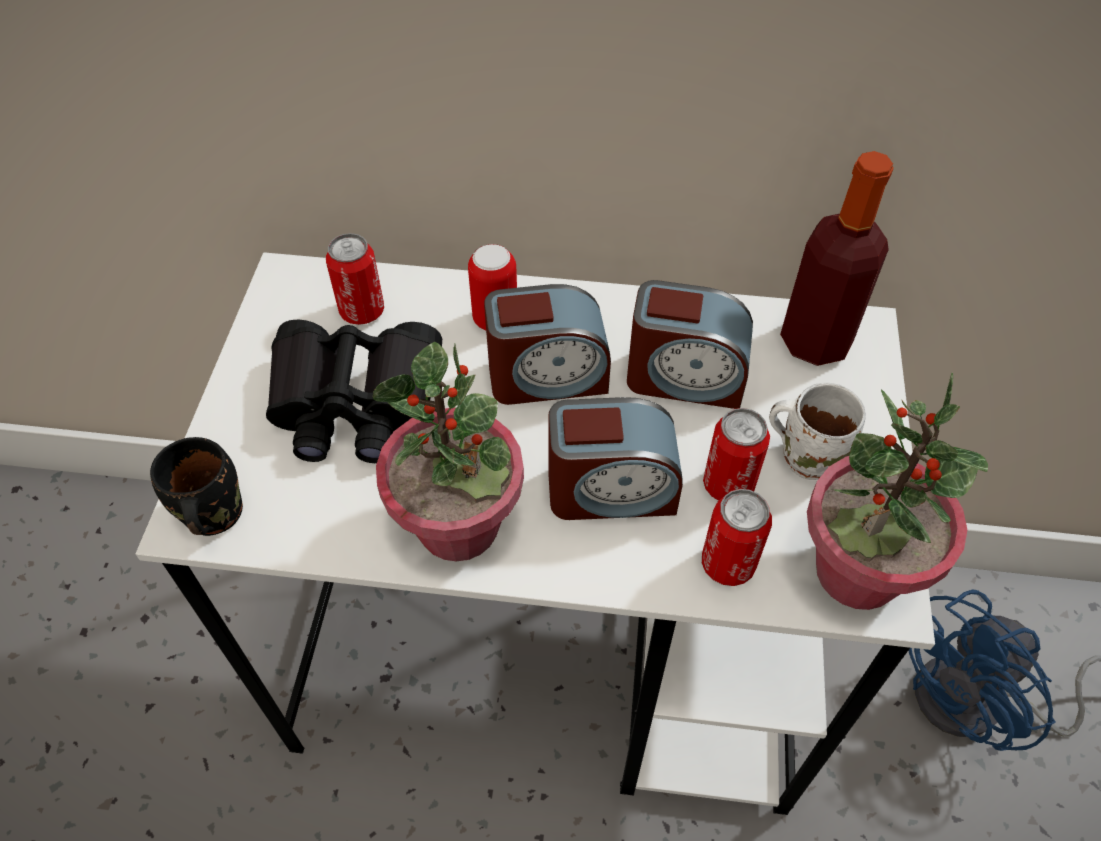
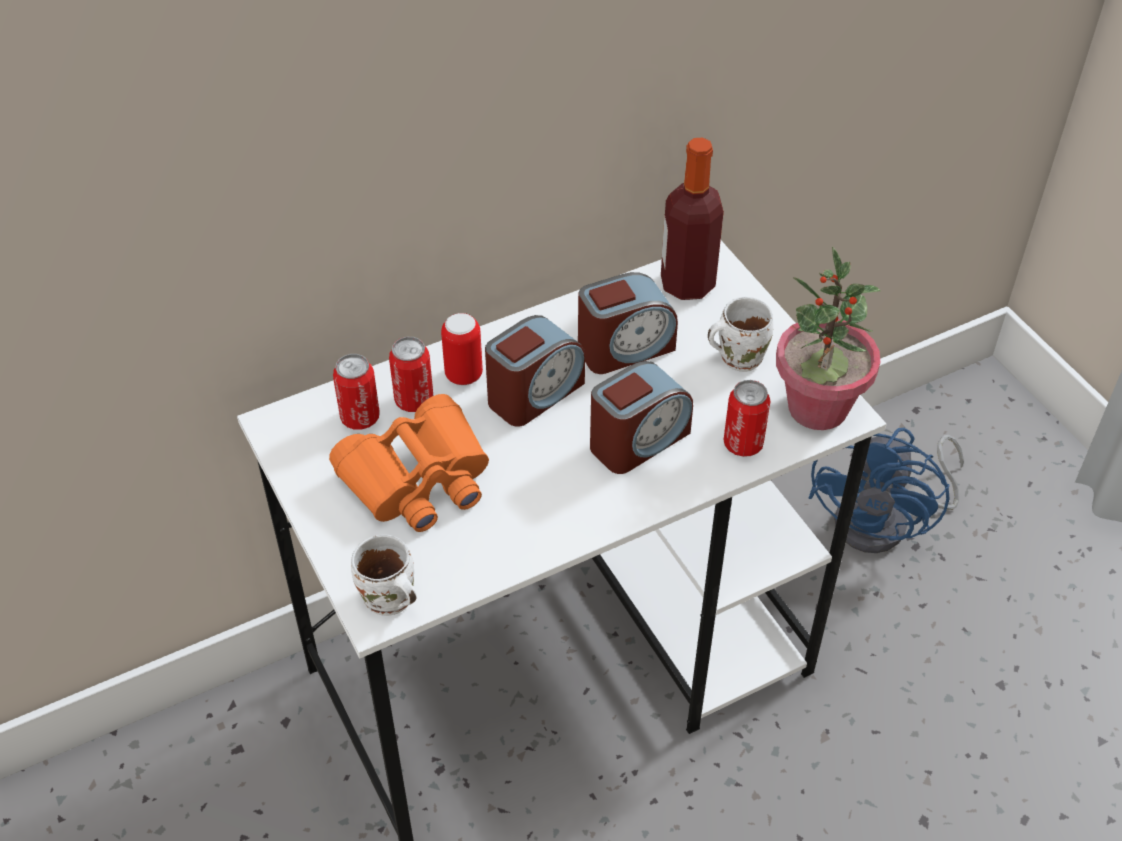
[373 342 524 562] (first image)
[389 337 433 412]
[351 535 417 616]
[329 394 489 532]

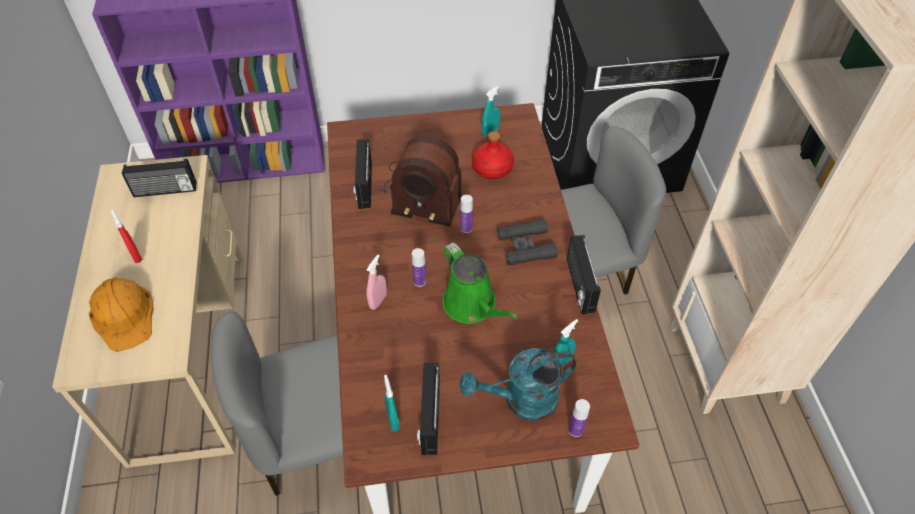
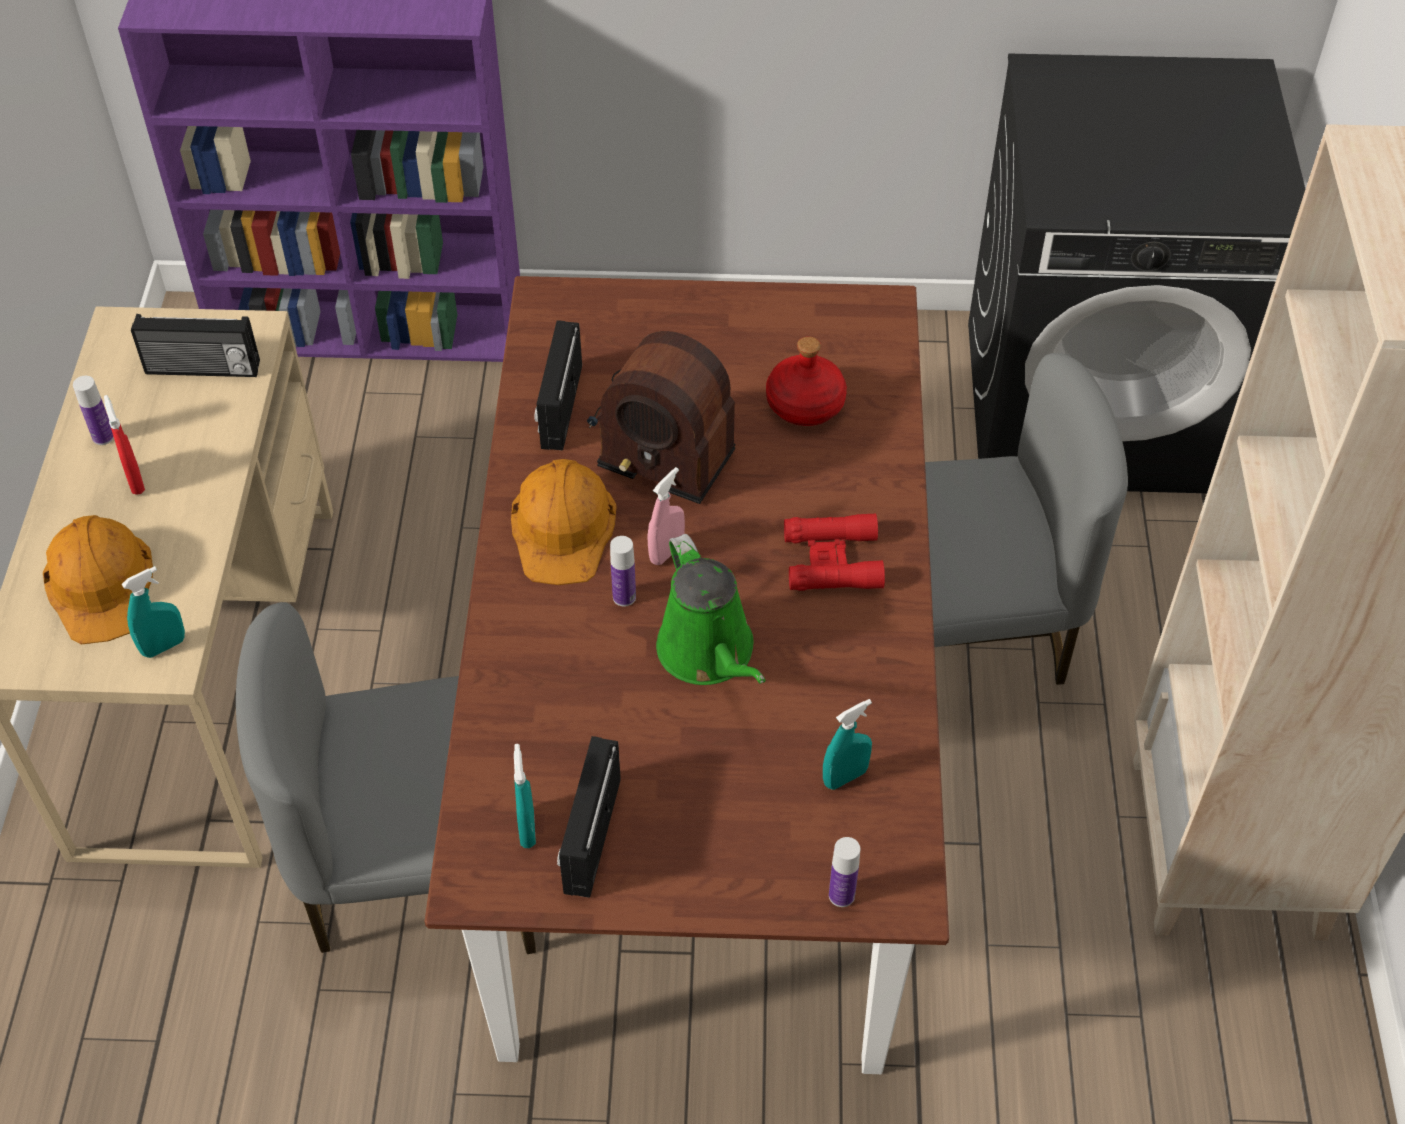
[460 348 577 421] (first image)
[567 235 601 314] (first image)
[511 459 616 585]
[648 467 685 565]
[73 376 114 445]
[122 566 185 658]
[784 513 885 591]

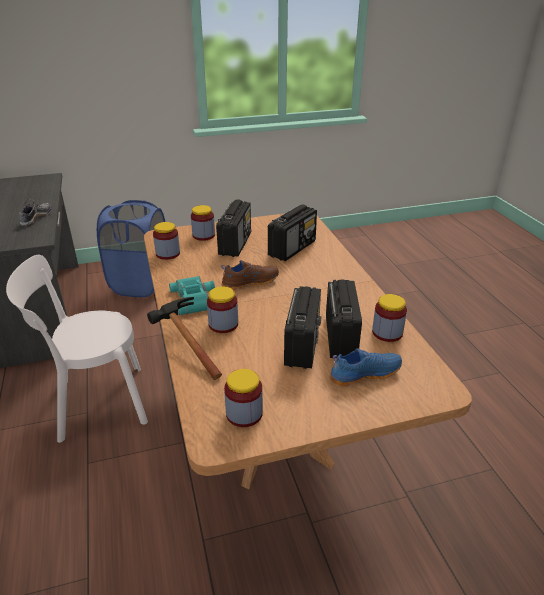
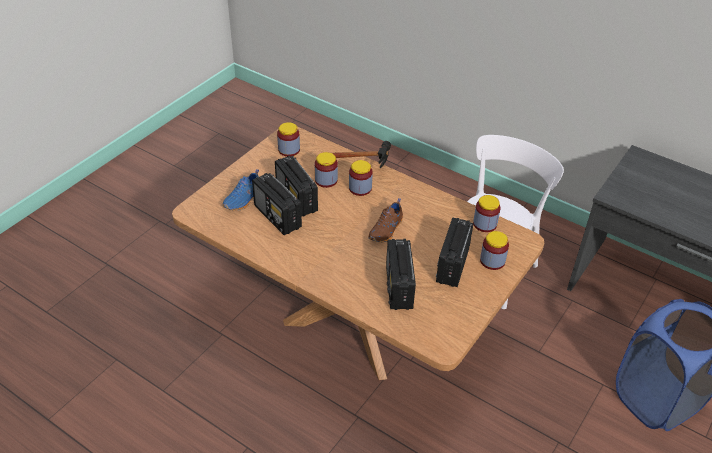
[19 199 52 226] (first image)
[169 276 215 315] (first image)
[315 152 338 188]
[436 217 474 287]

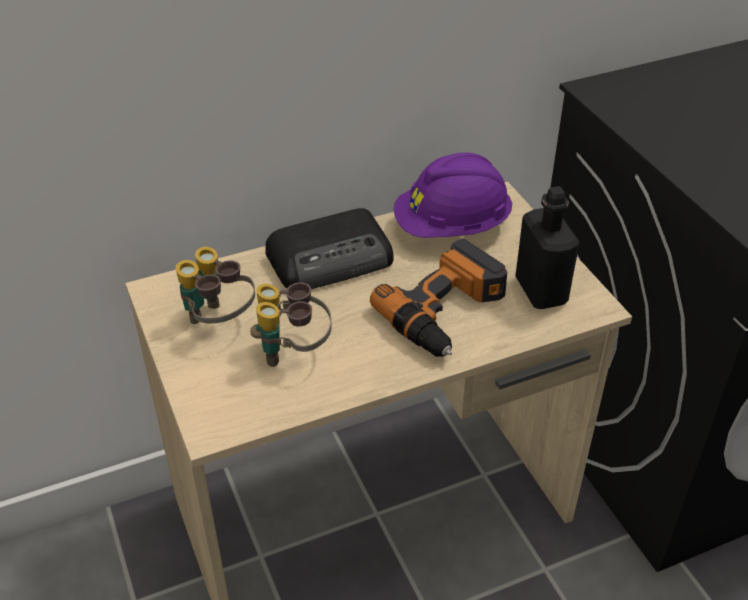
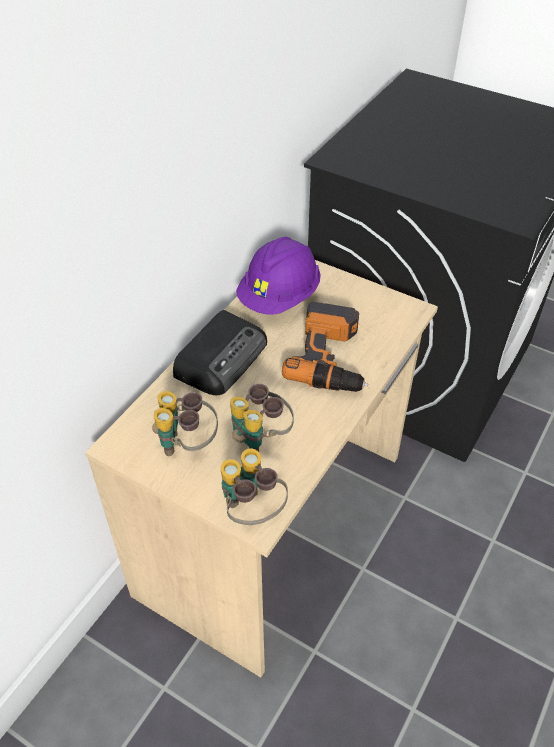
[515 186 580 309] (first image)
[220 449 288 525]

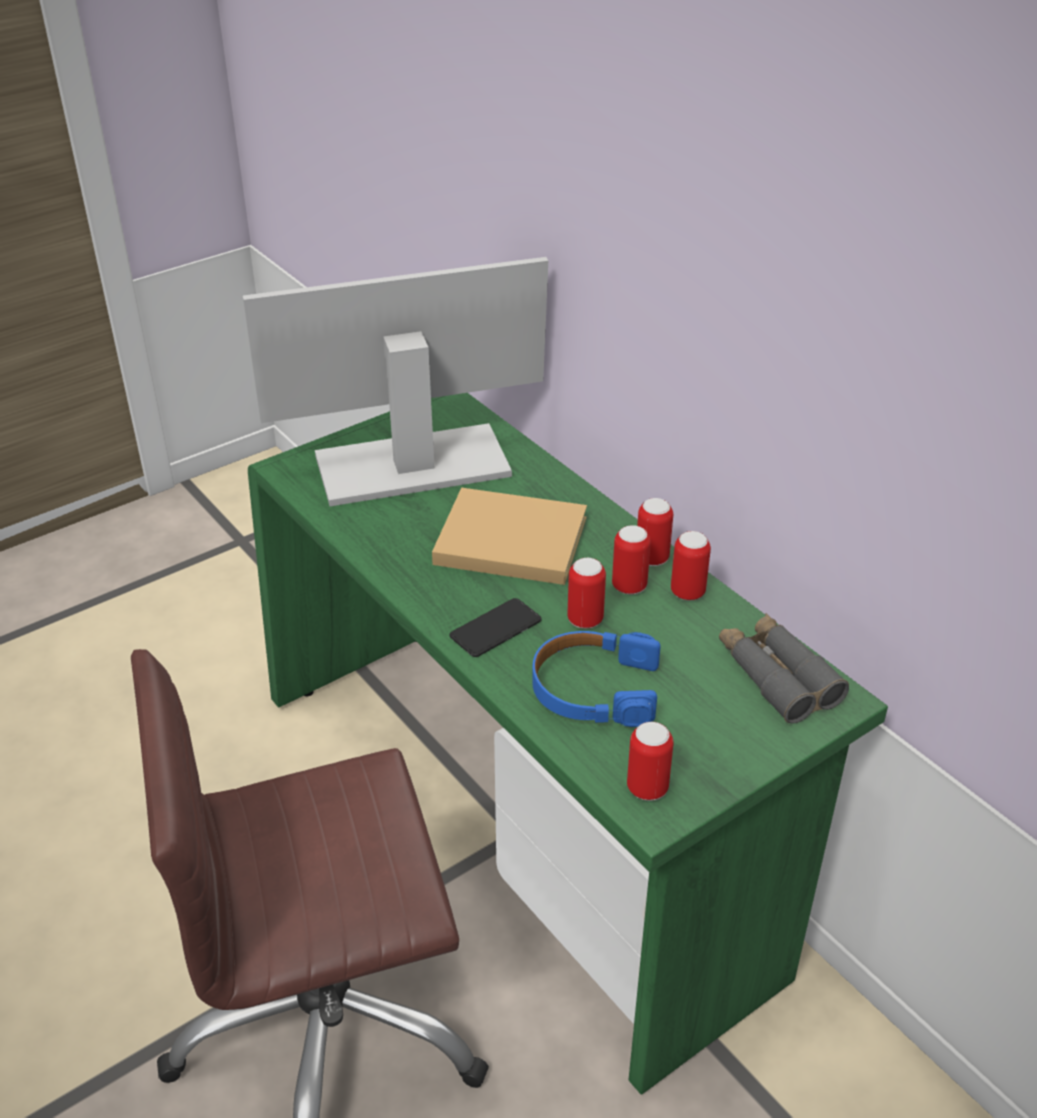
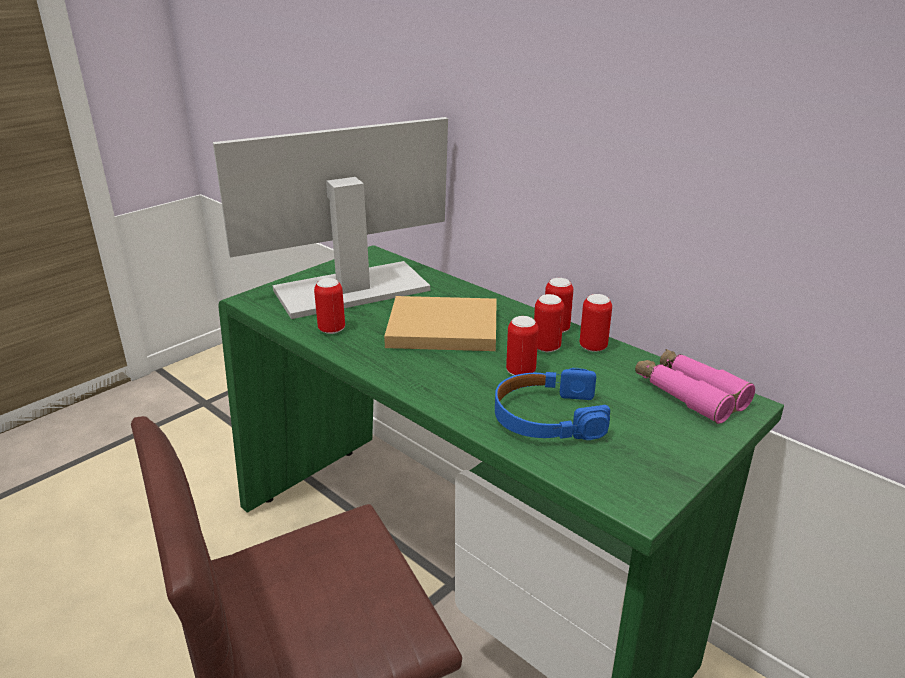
[449 598 542 657] (first image)
[314 278 345 334]
[635 349 755 424]

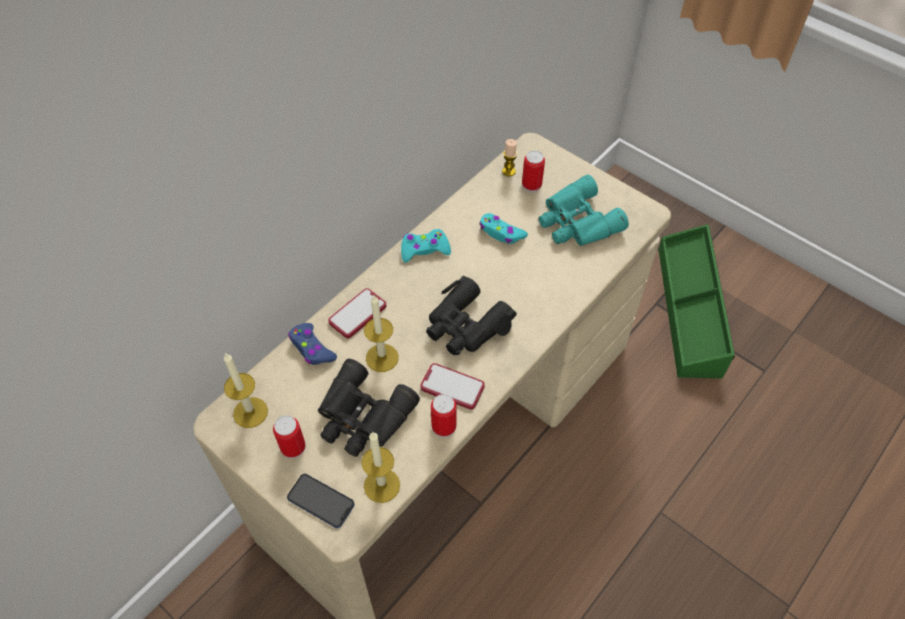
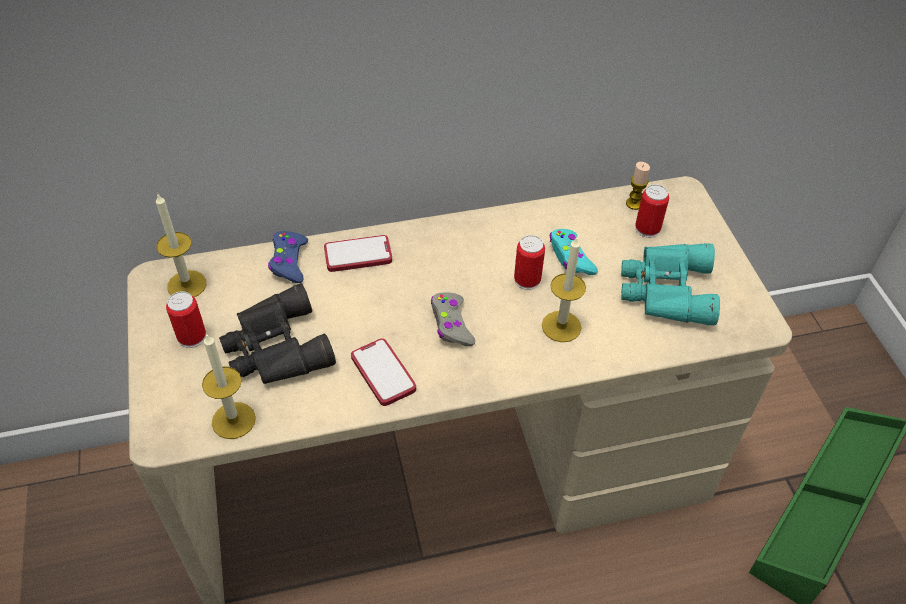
[287 474 354 528] (first image)
[401 229 451 263] (first image)
[542 237 586 342]
[514 235 545 290]
[431 292 475 346]

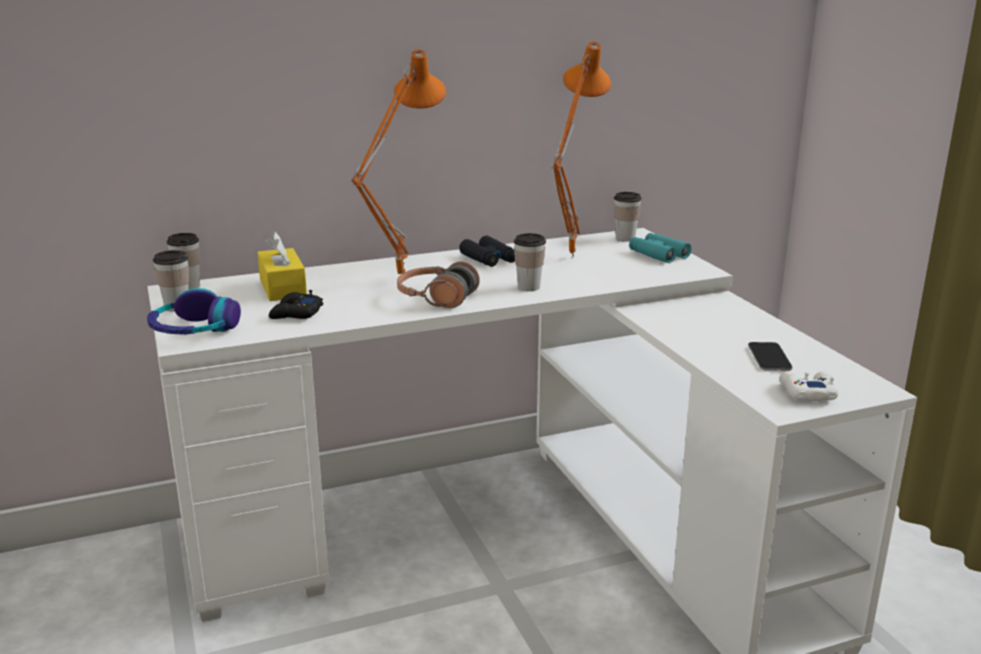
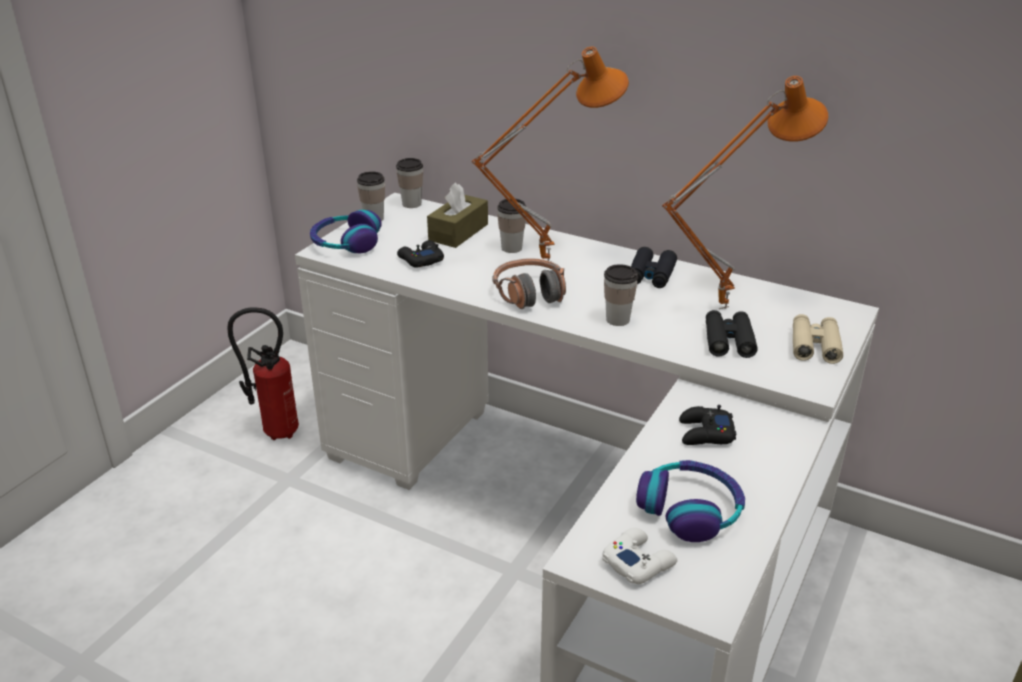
[227 307 299 440]
[679 405 736 445]
[706 310 758 358]
[497 198 526 253]
[636 460 745 542]
[427 182 488 248]
[793 314 843 364]

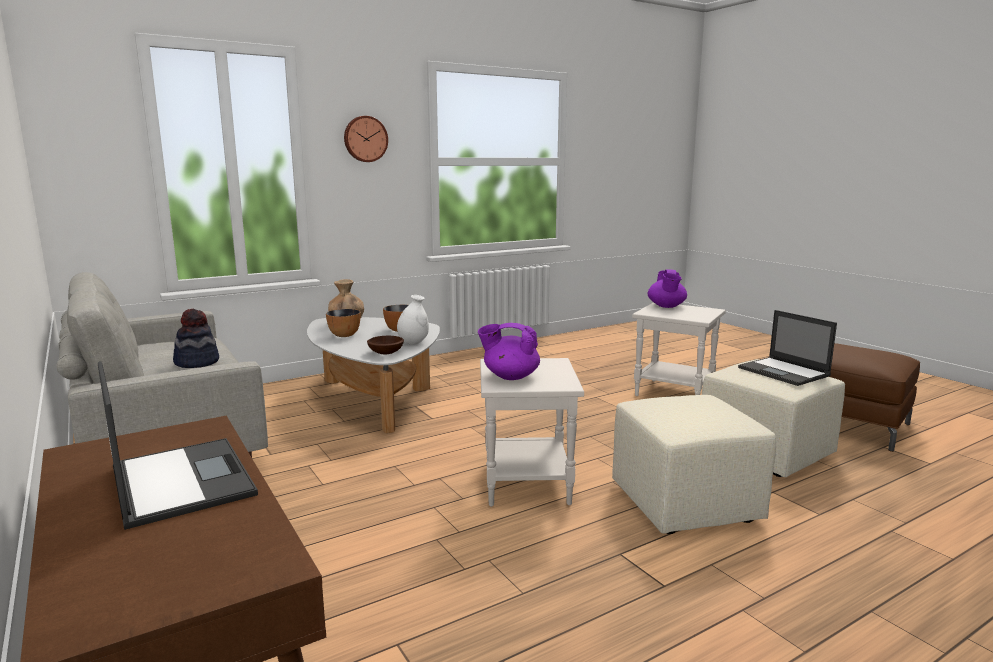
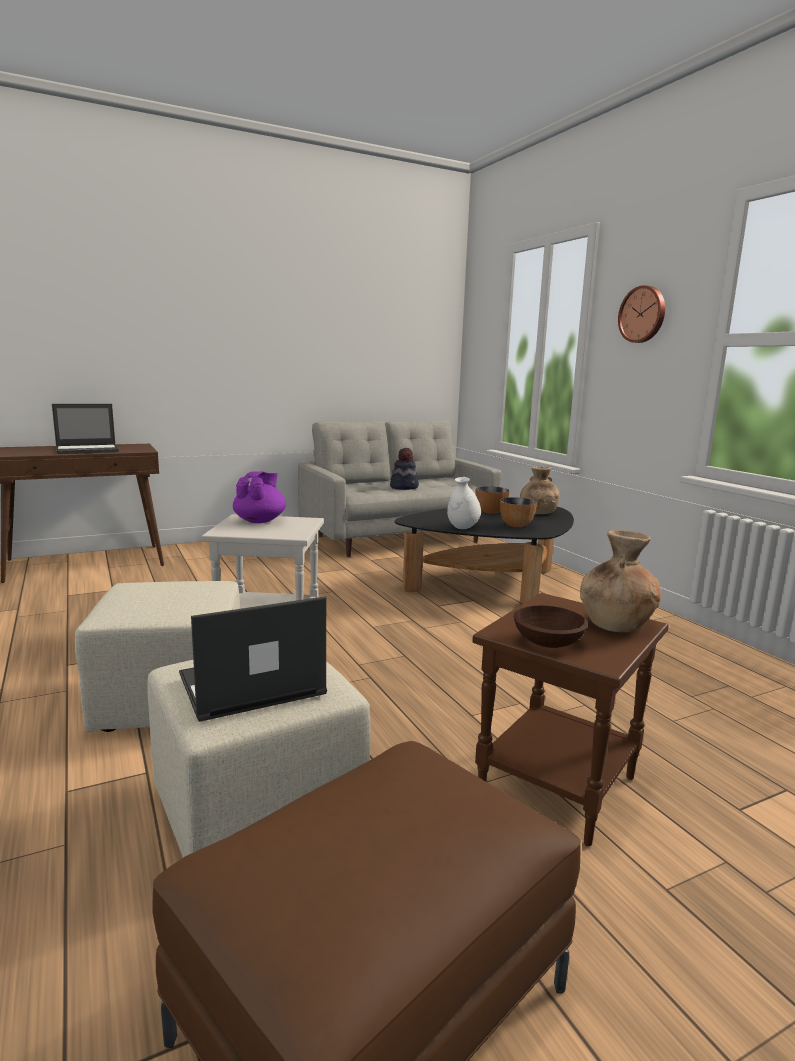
[514 606 588 648]
[580 530 661 632]
[395 507 574 604]
[472 593 669 846]

